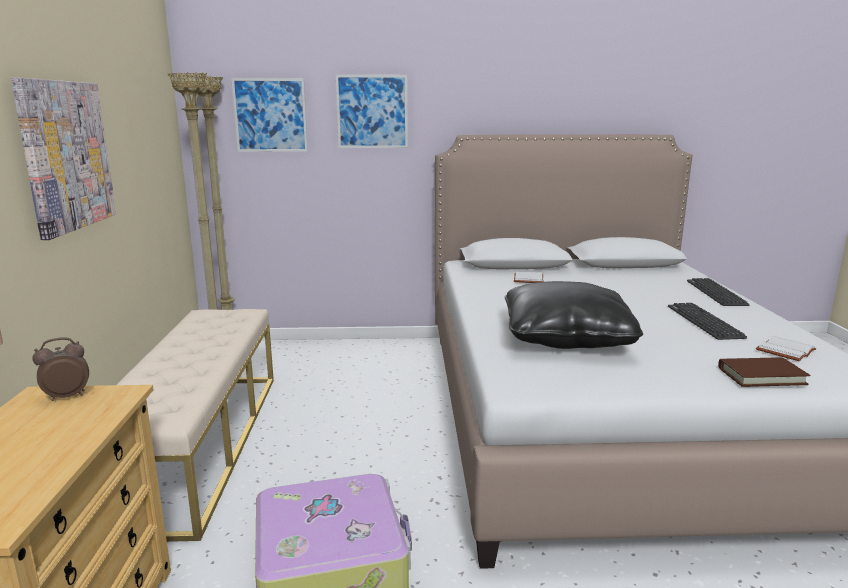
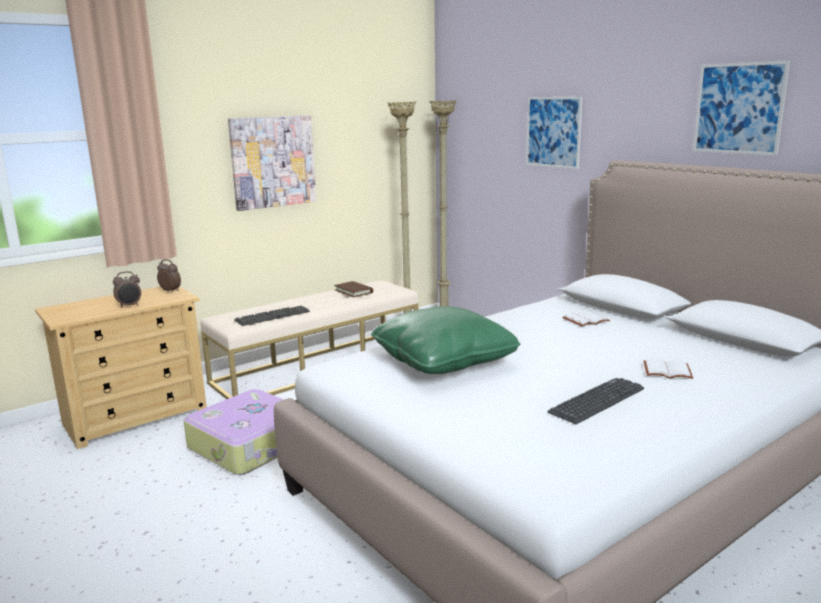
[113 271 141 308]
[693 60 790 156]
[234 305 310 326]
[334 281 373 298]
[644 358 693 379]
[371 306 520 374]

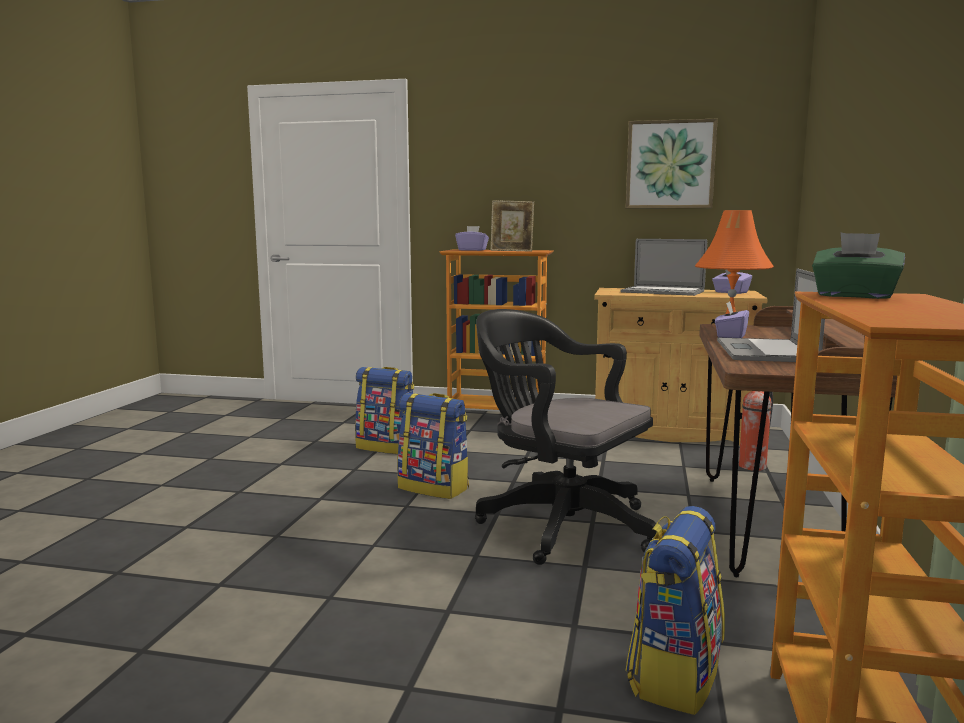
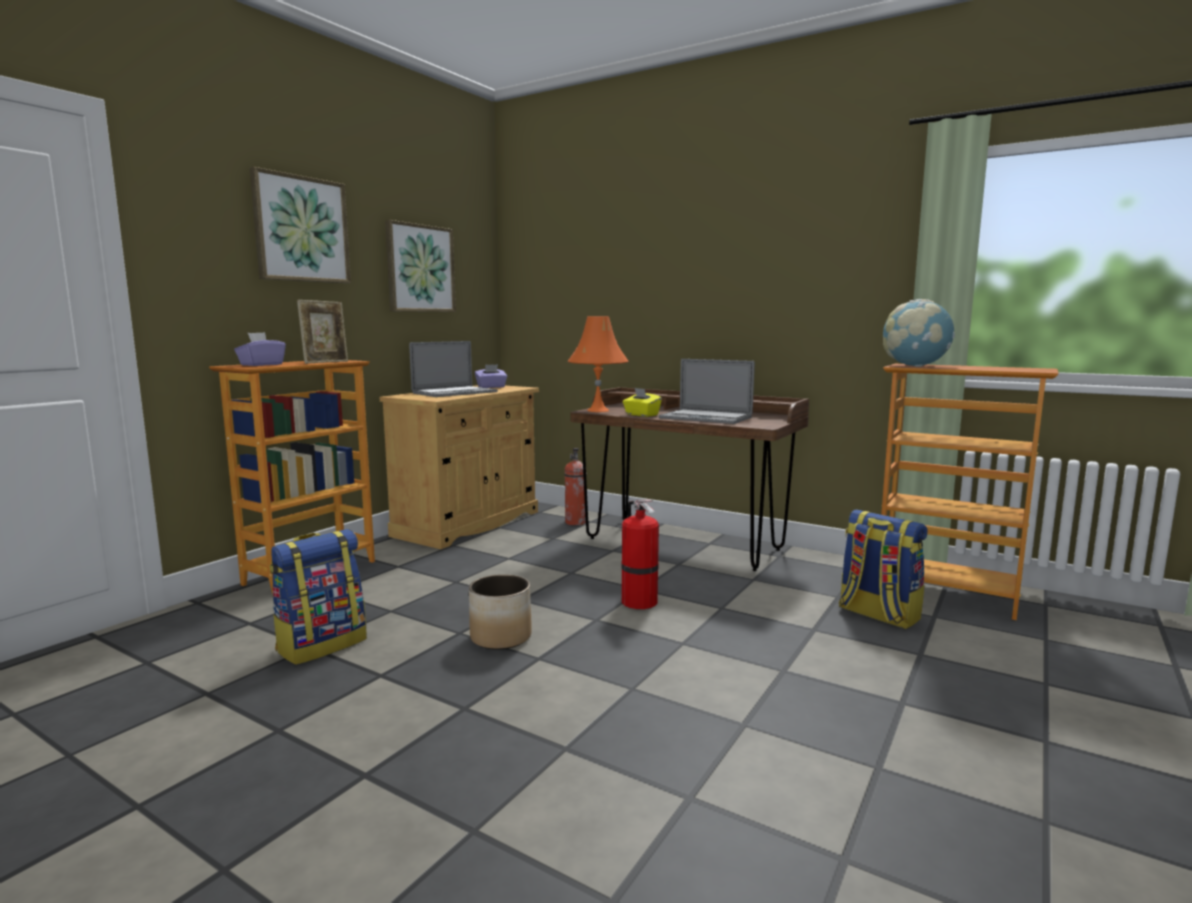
[250 167 351 283]
[469 574 532 649]
[622 500 659 609]
[883 299 955 367]
[623 388 662 417]

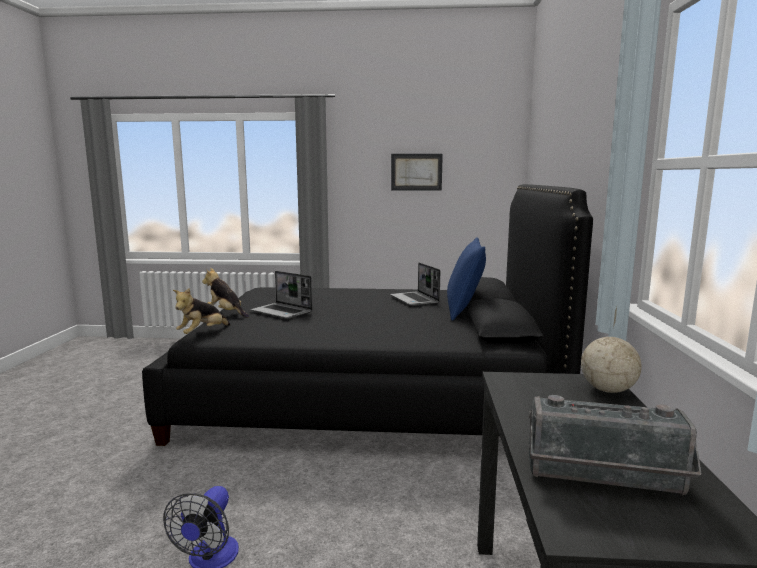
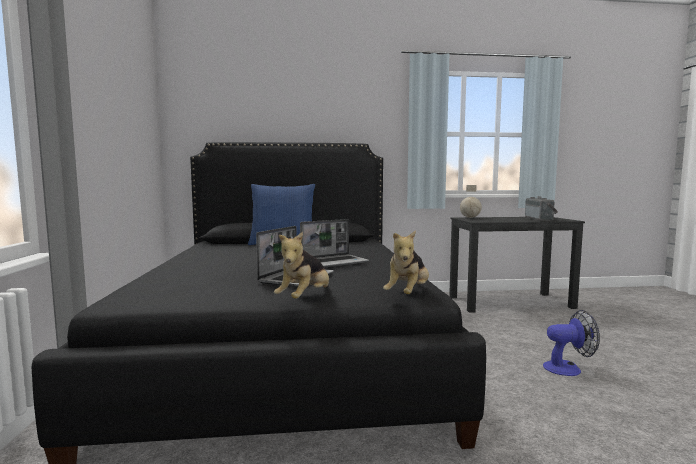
[391 154 443 191] (first image)
[300 219 369 268]
[383 230 429 294]

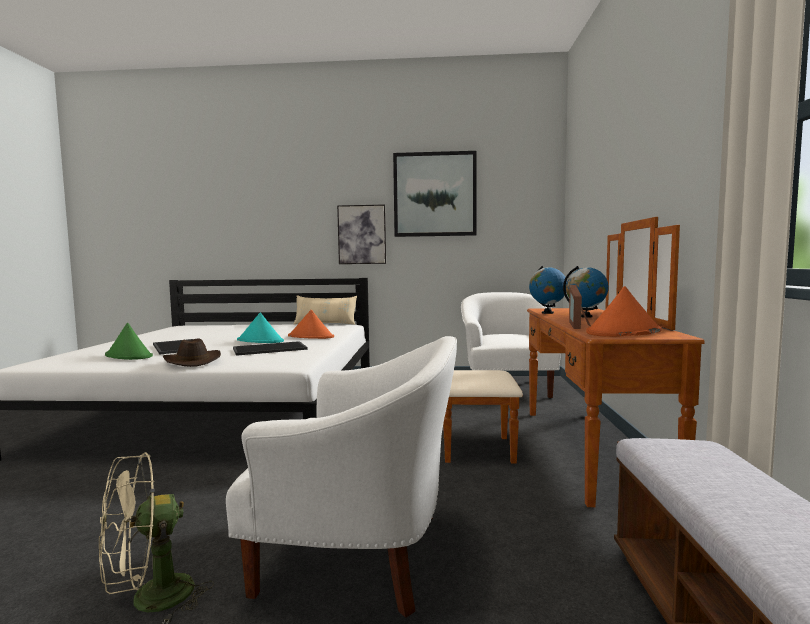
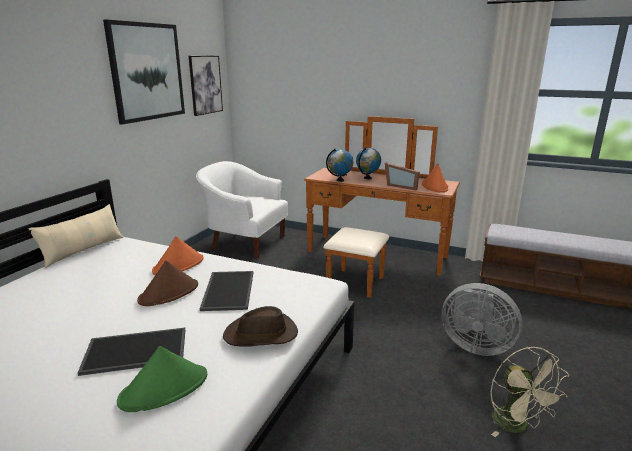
[189 56 223 116]
[442 283 522 356]
[137 260 198 306]

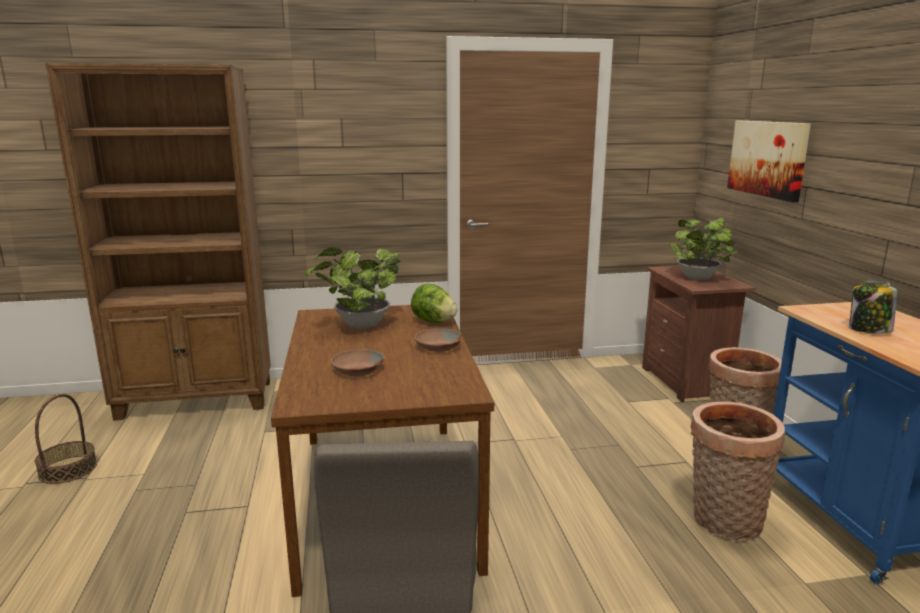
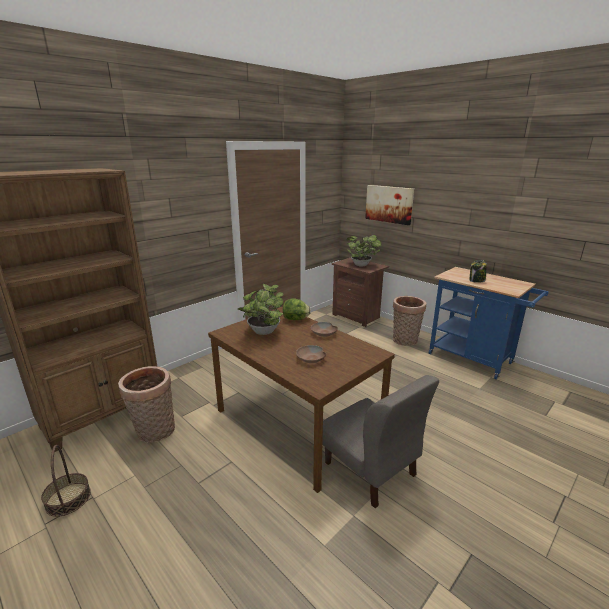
[118 366 175 443]

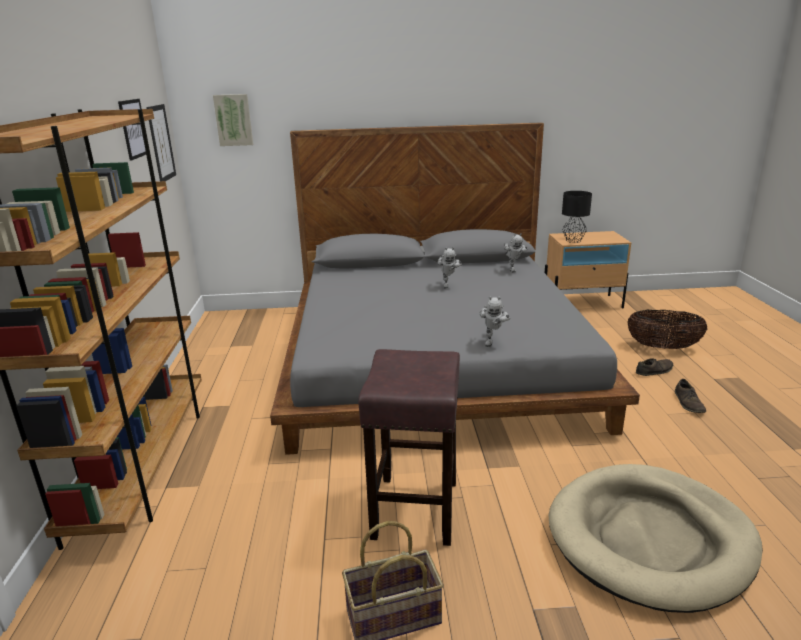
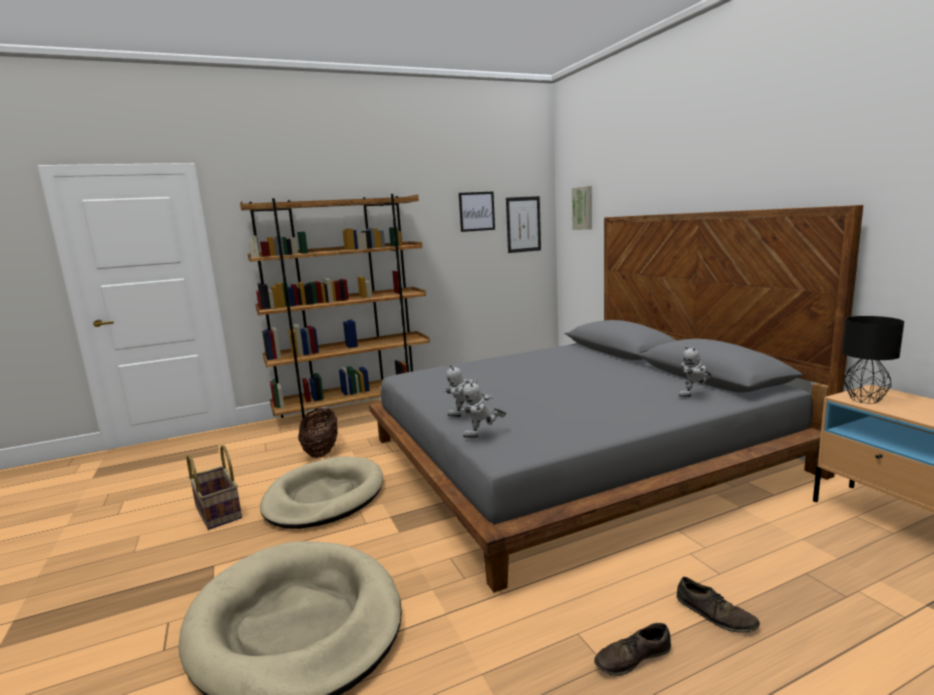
[460 380 506 438]
[298 408 338 458]
[260 456 383 529]

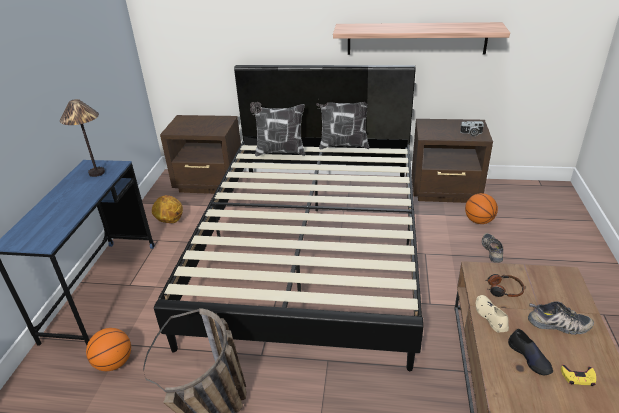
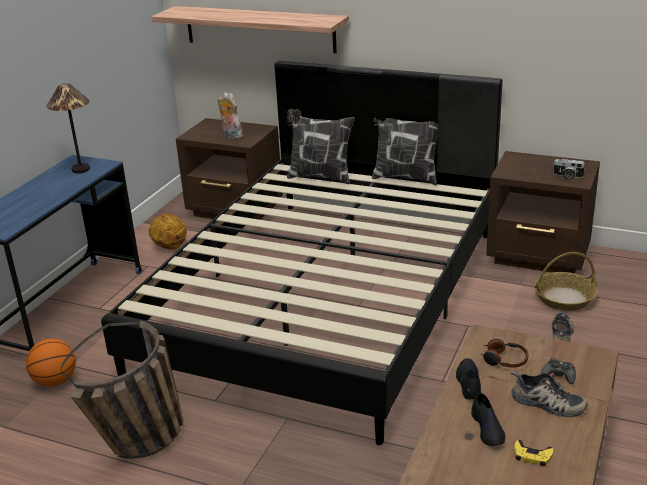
[218 92 243 139]
[541 358 576 384]
[151 6 349 53]
[534 252 598 311]
[456 358 481 399]

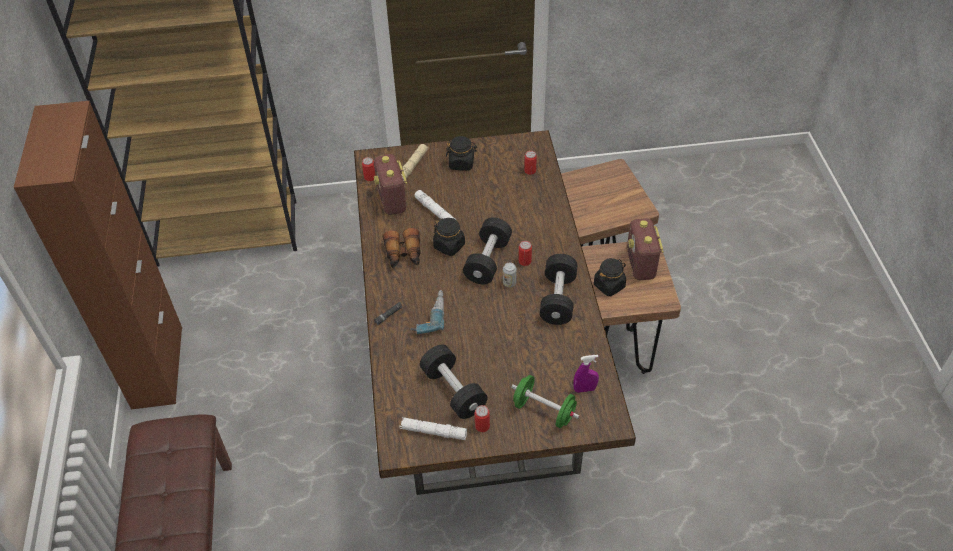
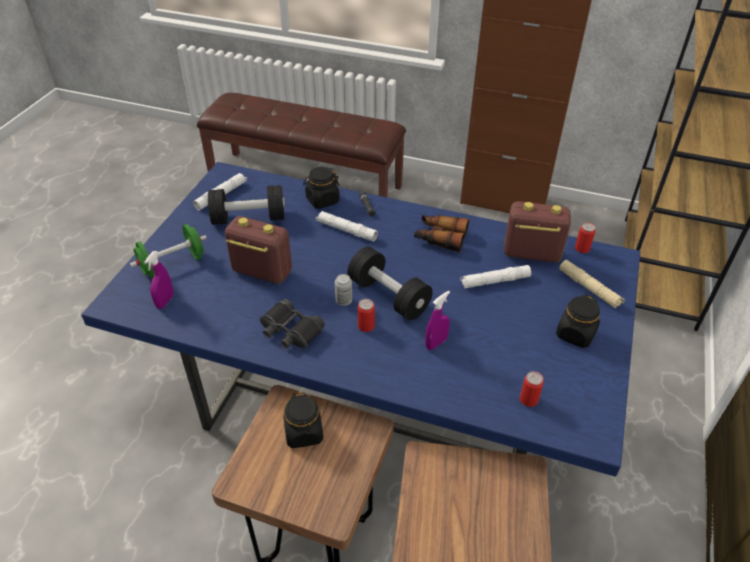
[475 405 490 432] (first image)
[425 291 450 350]
[303 167 340 209]
[225 216 292 284]
[316 211 378 242]
[260 299 325 348]
[81 162 640 477]

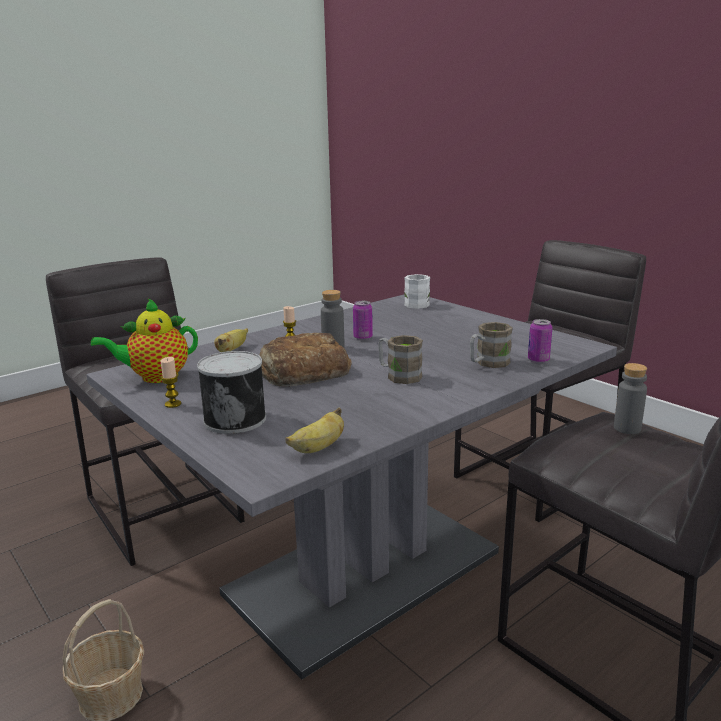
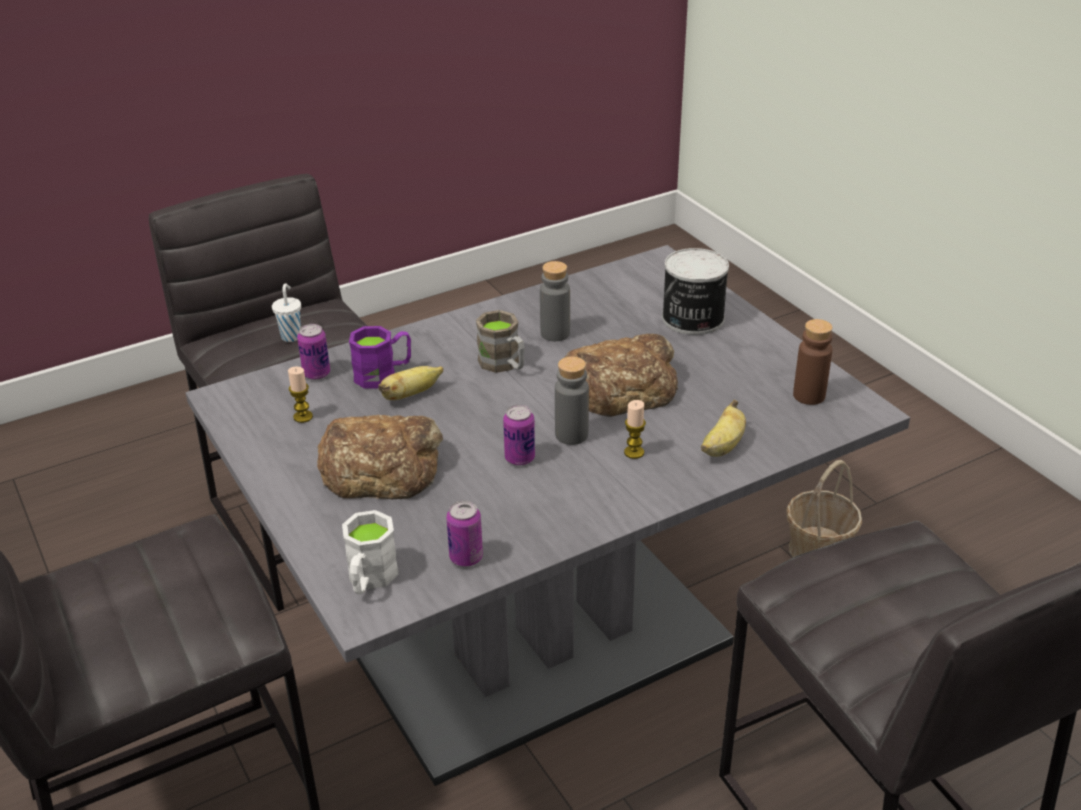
[272 283 301 342]
[317 415 443 499]
[446 500 483 567]
[288 366 313 423]
[378 366 443 400]
[540 261 570 341]
[793 319 833 405]
[349 326 411 389]

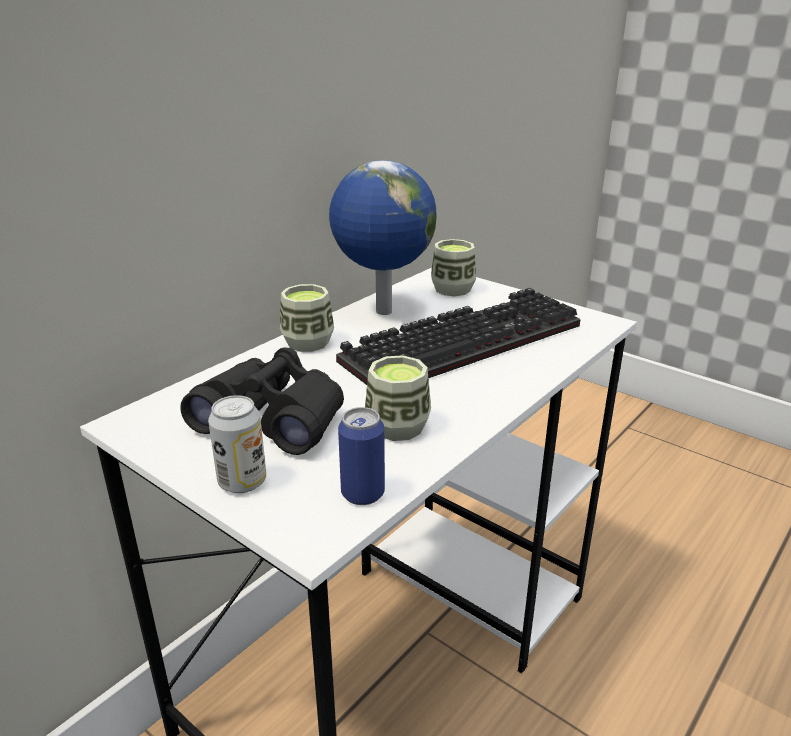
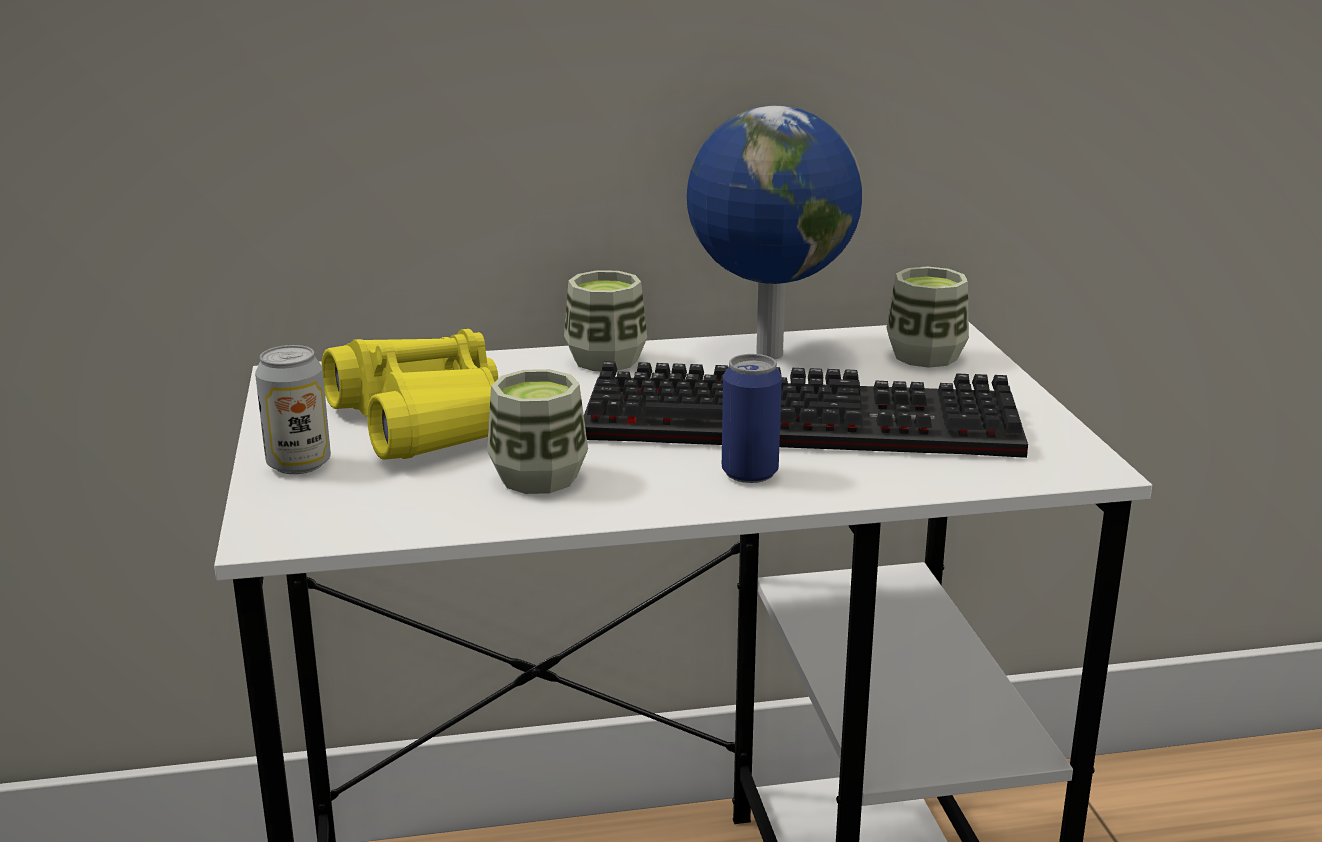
[722 354 782 483]
[321 329 498 460]

